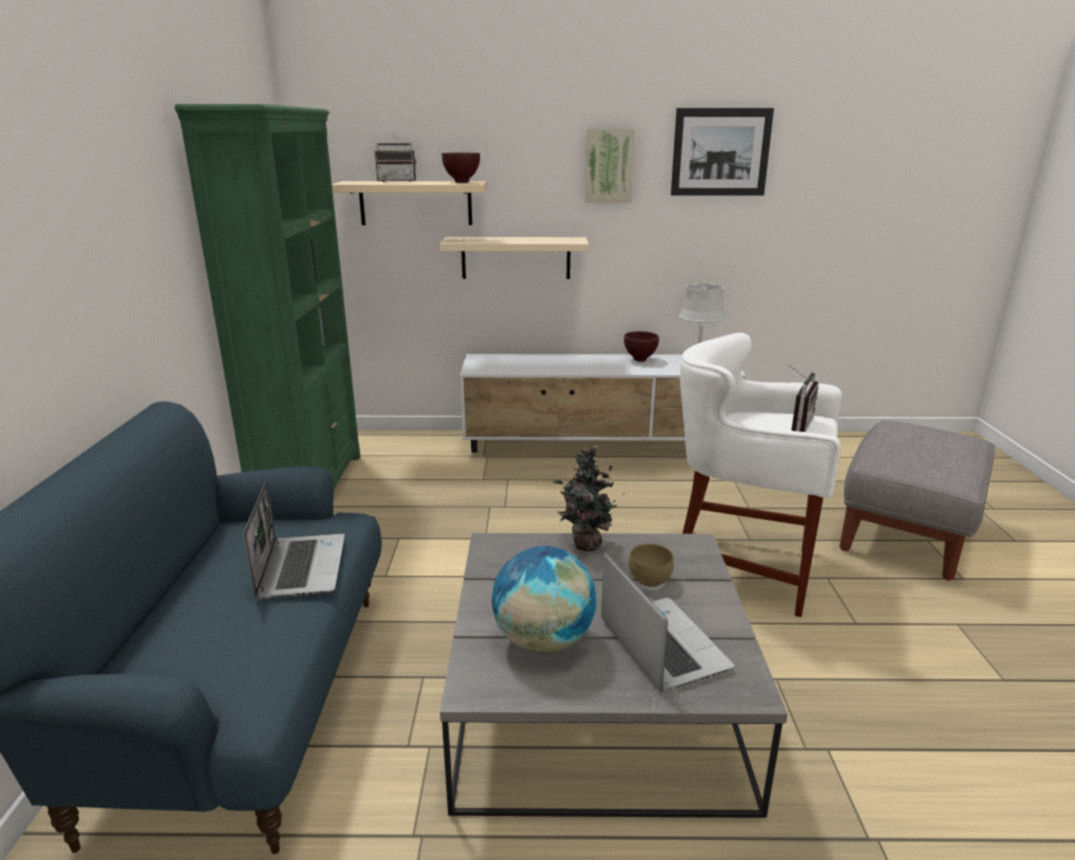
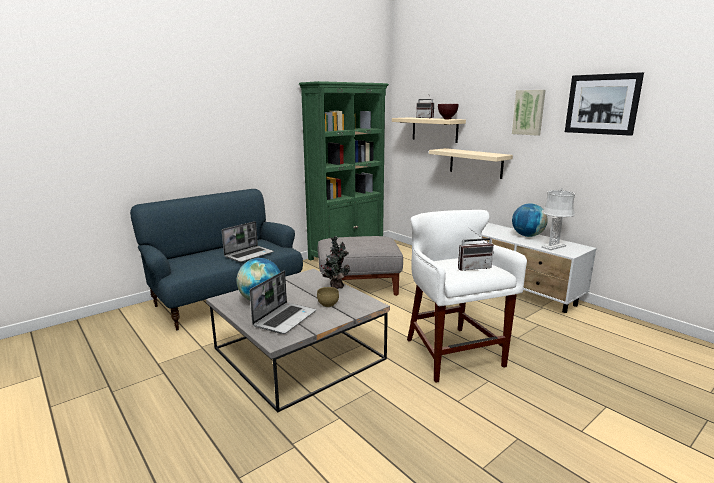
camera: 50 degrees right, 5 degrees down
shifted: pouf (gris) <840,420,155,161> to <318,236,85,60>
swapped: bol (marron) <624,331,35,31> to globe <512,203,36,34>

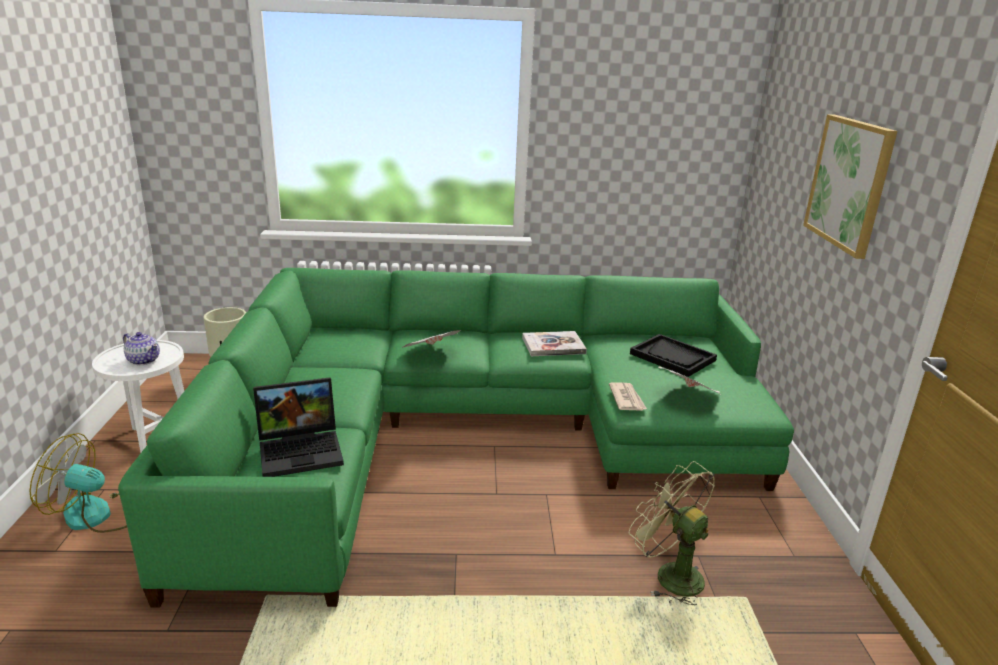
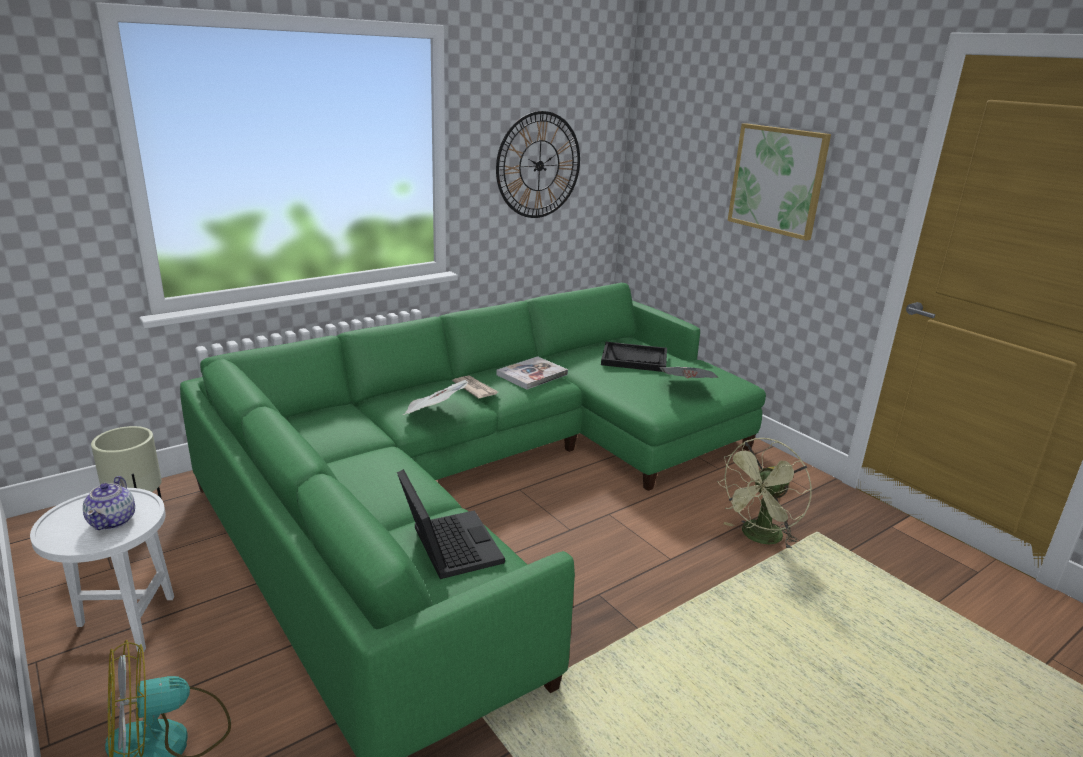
camera: 35 degrees left, 0 degrees up
new: horloge murale <496,111,84,107>
shifted: journal <609,382,38,29> to <452,375,46,23>
rotated: théière <123,332,37,33> = <83,476,52,54> 90 degrees clockwise; ordinateur portable <253,378,91,99> = <397,469,108,110> 60 degrees counterclockwise; ventilateur (vert) <629,461,86,145> = <717,438,95,111> 60 degrees counterclockwise

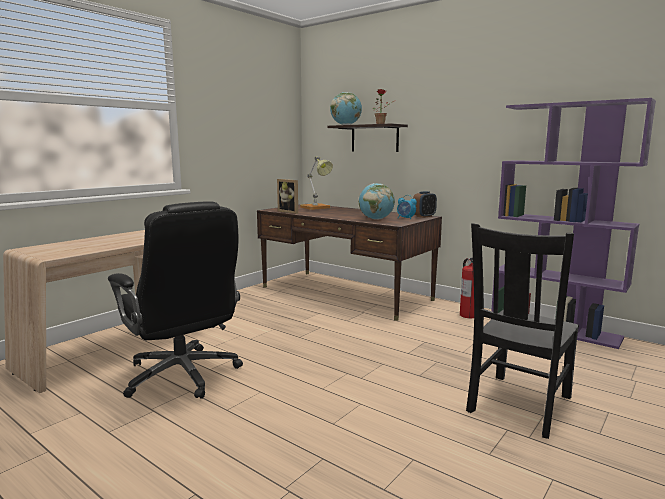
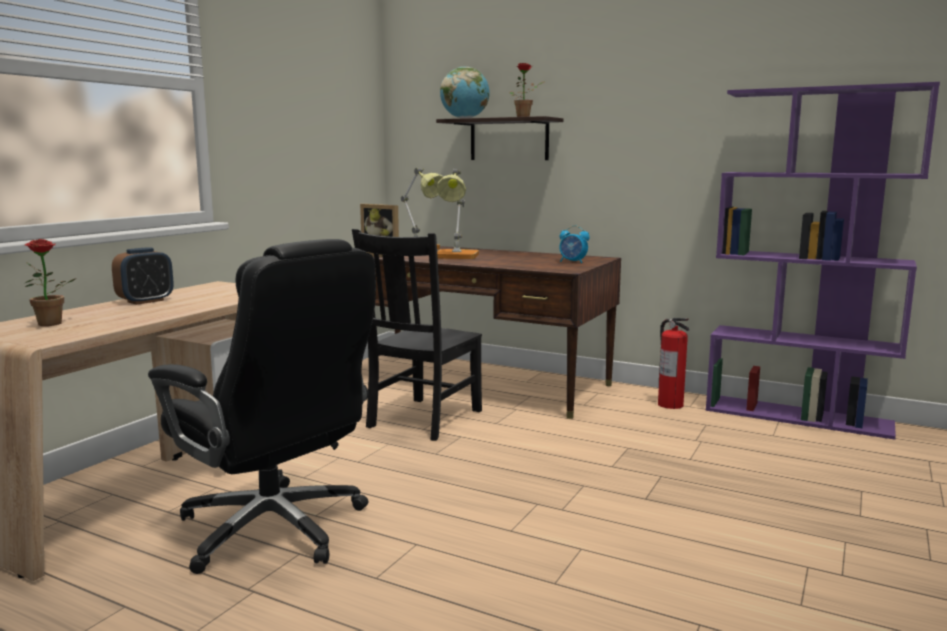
camera: 10 degrees left, 0 degrees up
gone: globe <359,183,36,37>
new: plante en pot <25,239,52,87>; lampe de table <437,169,42,90>
shifted: réveil <413,191,24,27> to <112,247,62,58>; chaise (noir) <466,223,113,216> to <352,229,130,212>

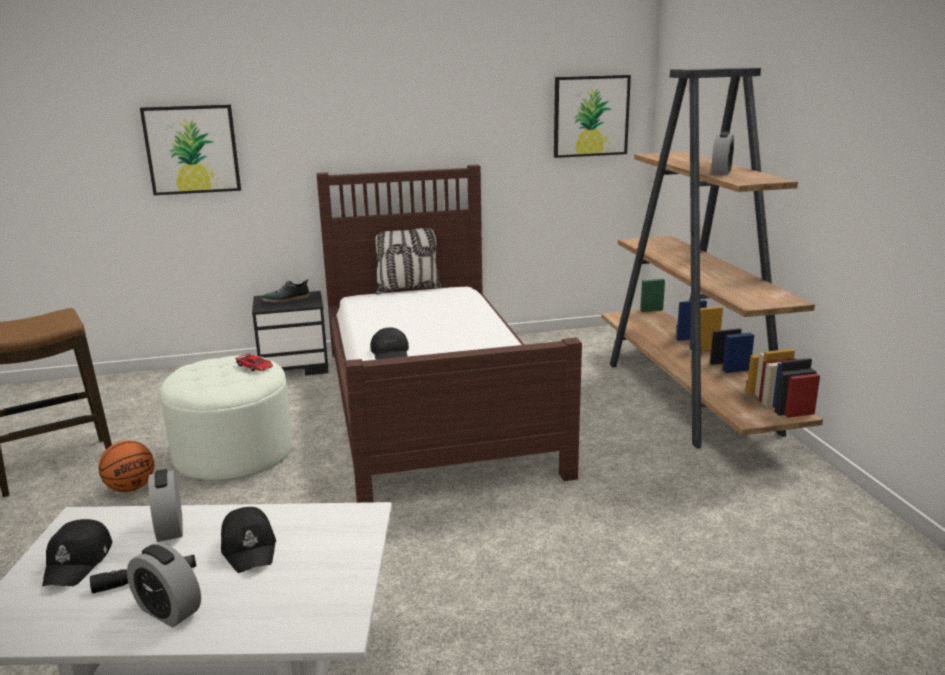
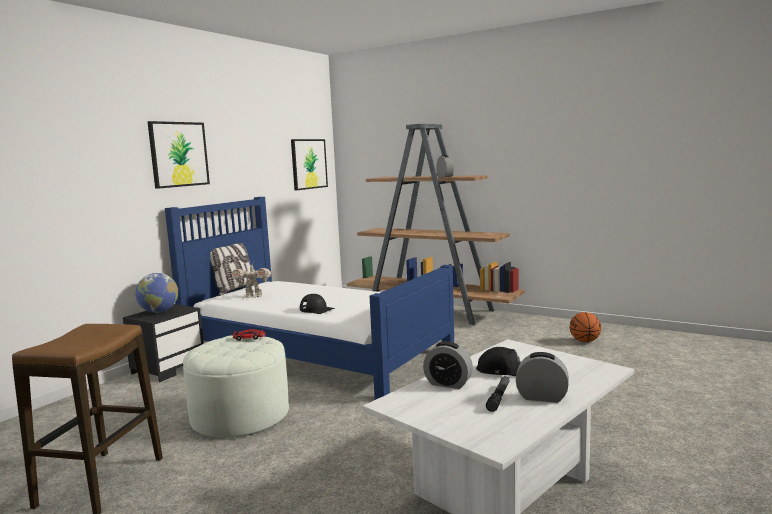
camera: 45 degrees left, 10 degrees down
gone: casquette (noir) <42,519,70,67>
new: robot jouet <232,262,40,36>
shifted: ballon de basket <98,440,56,52> to <570,312,31,30>; tableau <140,104,101,91> to <147,121,63,68>
swapped: chaussure <262,279,47,24> to globe <135,273,43,40>
repainted: lit (marron) <316,165,266,338> to lit (bleu) <165,197,289,203>
rotated: réveil <127,544,74,83> = <516,352,53,51> 150 degrees counterclockwise

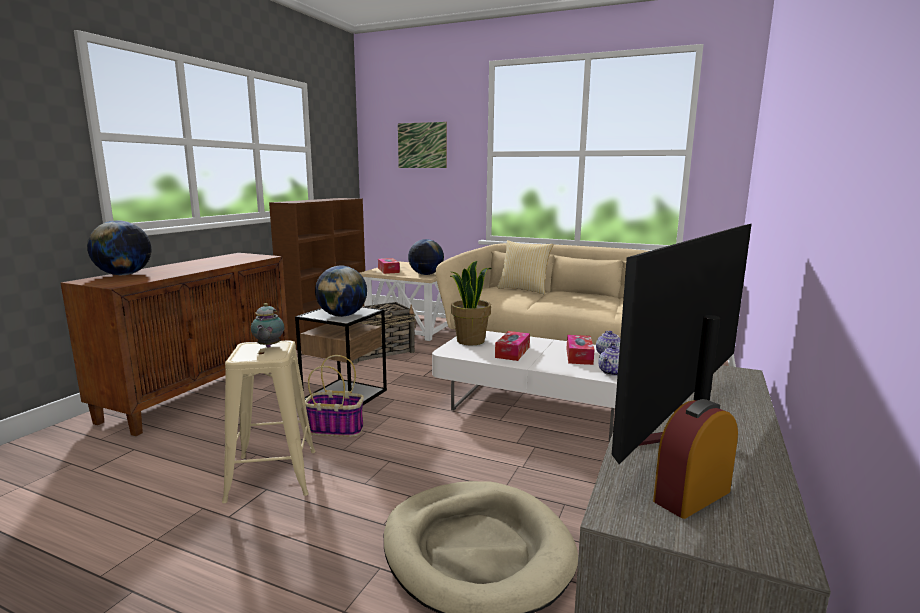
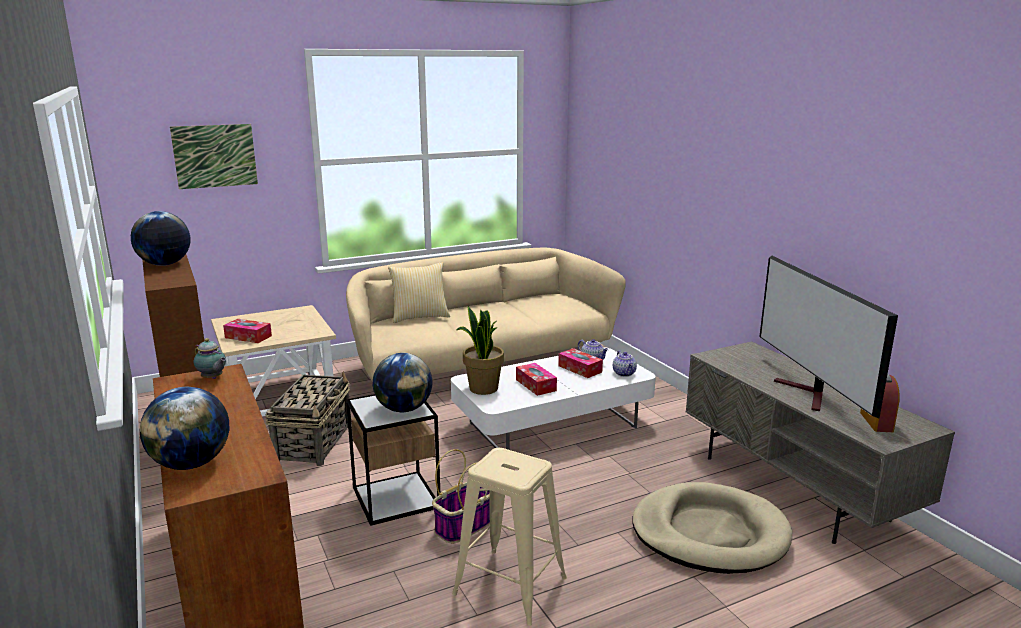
camera: 50 degrees left, 5 degrees up
shifted: théière <251,303,34,45> to <194,338,32,41>; globe <408,239,36,36> to <131,211,60,55>

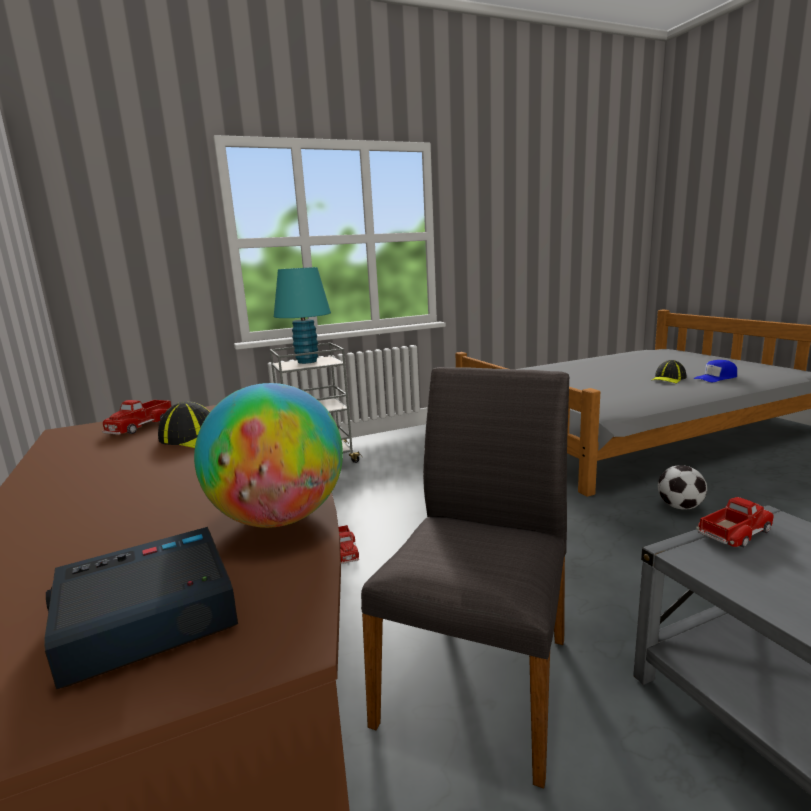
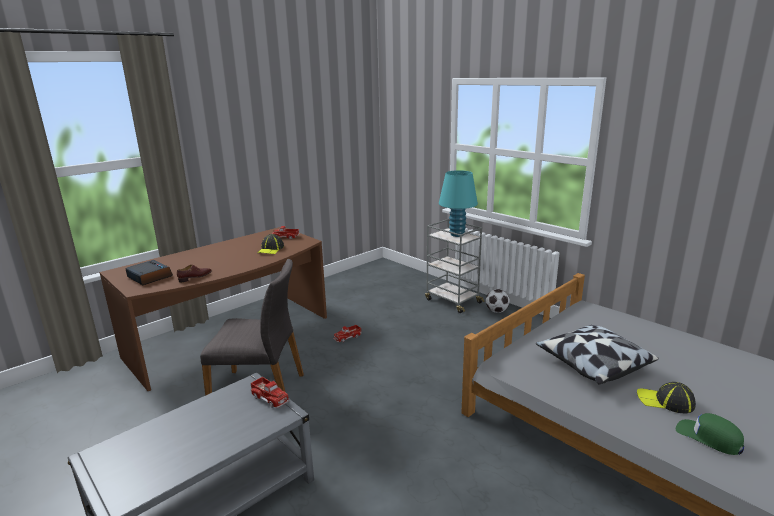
camera: 70 degrees right, 5 degrees up
new: coussin <536,325,122,59>
shifted: ballon de foot <658,465,49,44> to <486,289,24,24>
swapped: globe <194,383,149,145> to chaussure (marron) <177,264,35,18>
repainted: casquette (bleu) <694,360,43,22> to casquette (vert) <676,413,68,42>

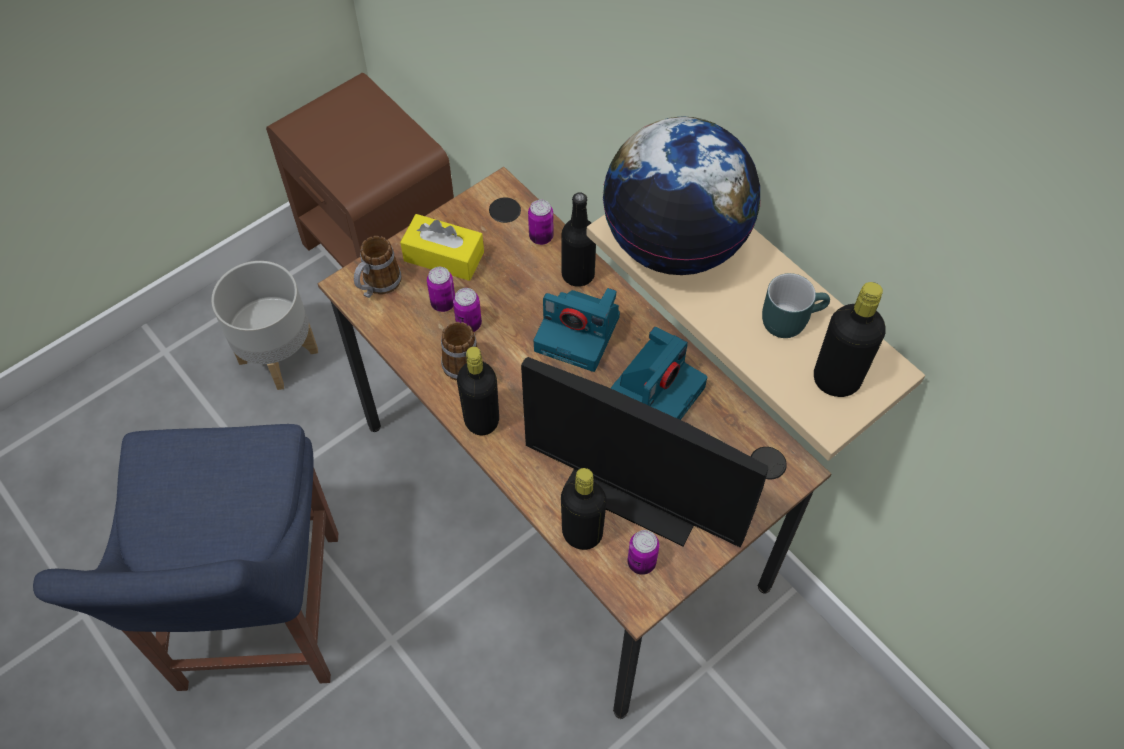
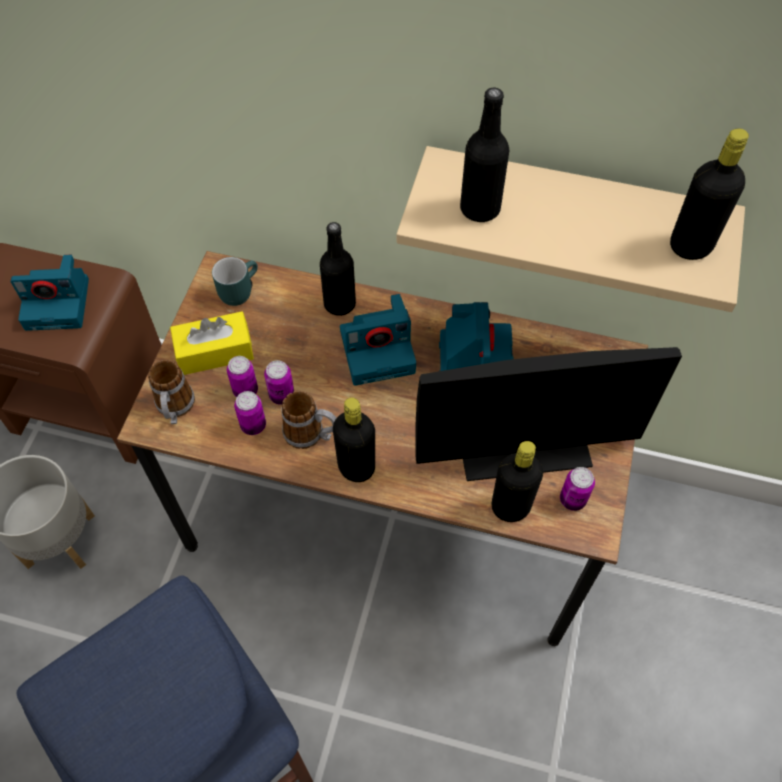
camera: 35 degrees left, 0 degrees up
new: appareil photo <11,255,78,76>
shifted: boîte métallique <528,200,25,45> to <234,391,32,44>; mug (turquoise) <762,273,68,65> to <212,257,46,49>
swapped: globe <602,116,158,159> to bouteille (noir) <460,87,49,135>

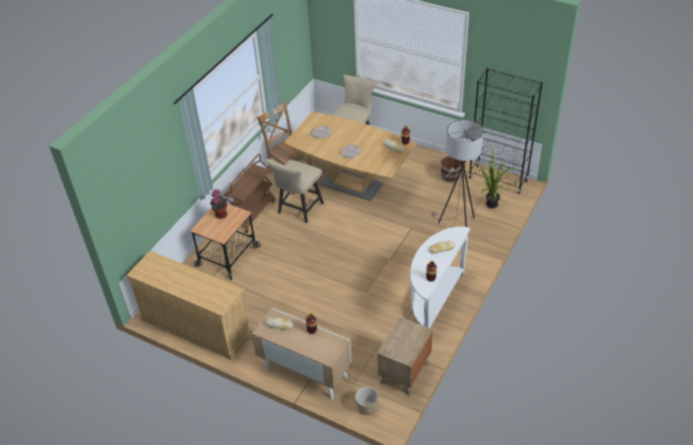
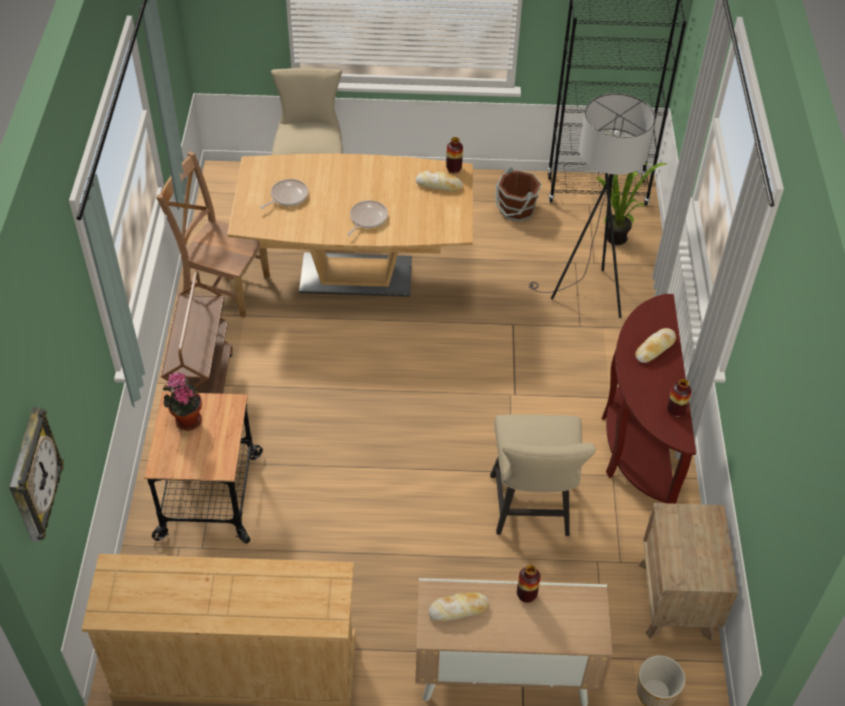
camera: 30 degrees left, 5 degrees up
new: horloge murale <9,407,55,135>
shifted: chaise (beige) <266,159,58,64> to <490,414,106,122>
repainted: table console (blanc) <410,227,60,101> to table console (marron) <602,294,94,210>

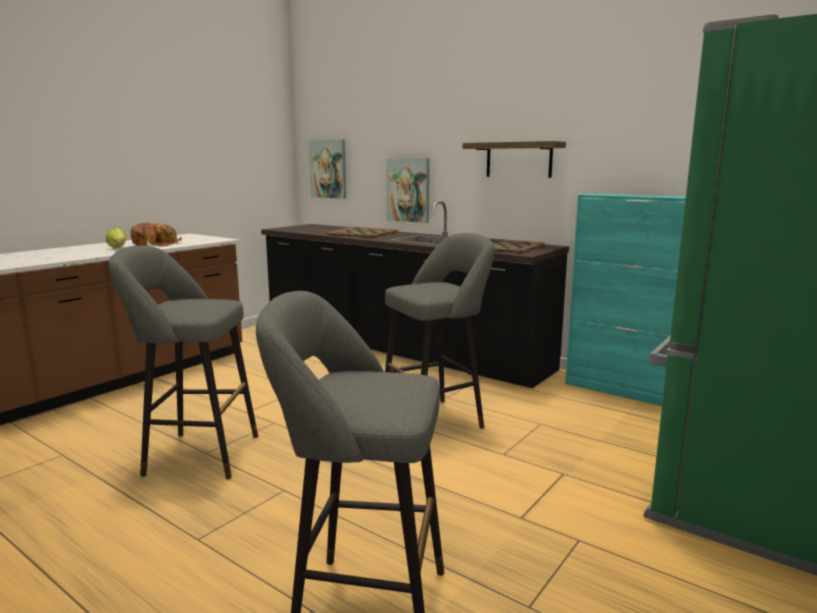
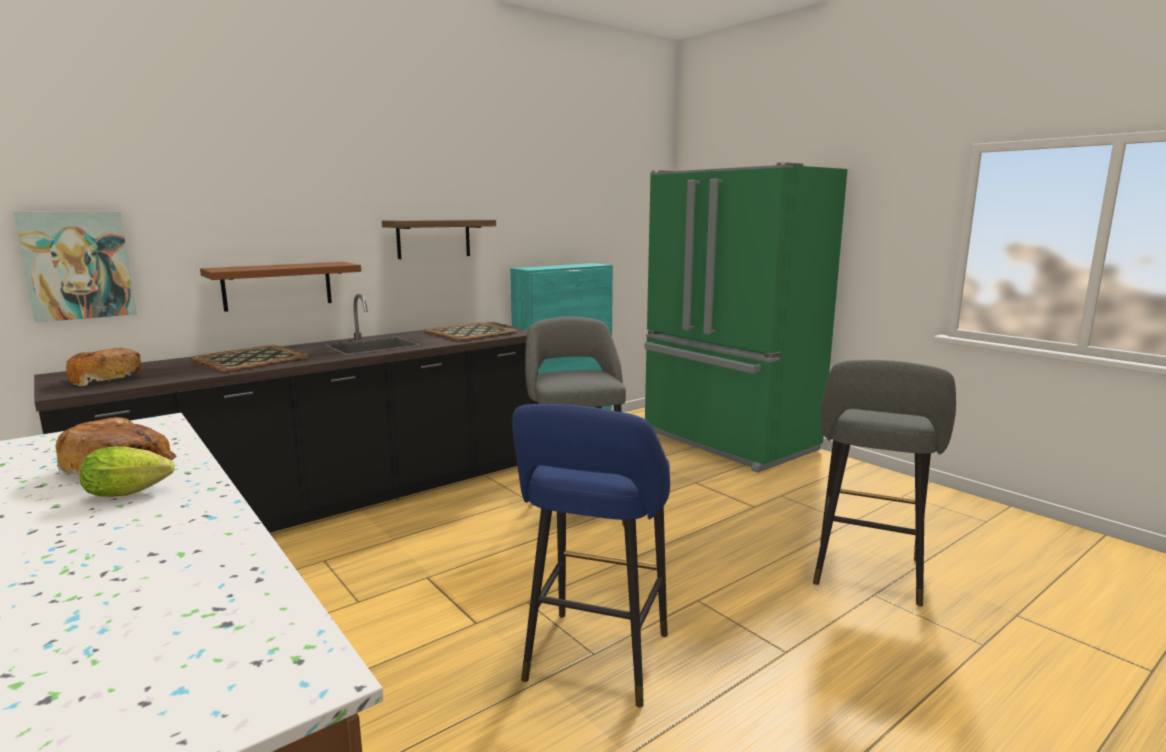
camera: 75 degrees left, 0 degrees up
new: pain <66,348,76,38>
swapped: tableau <386,158,43,65> to étagère (marron) <200,262,161,50>
repainted: tabouret (gris) <109,245,149,234> to tabouret (bleu) <512,404,158,304>

